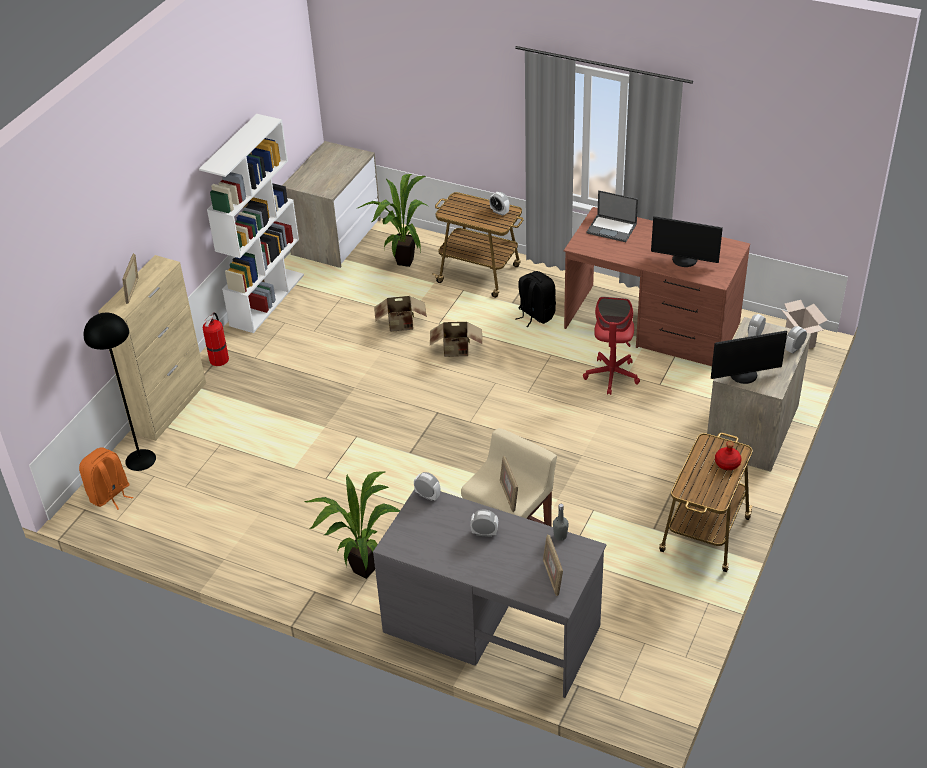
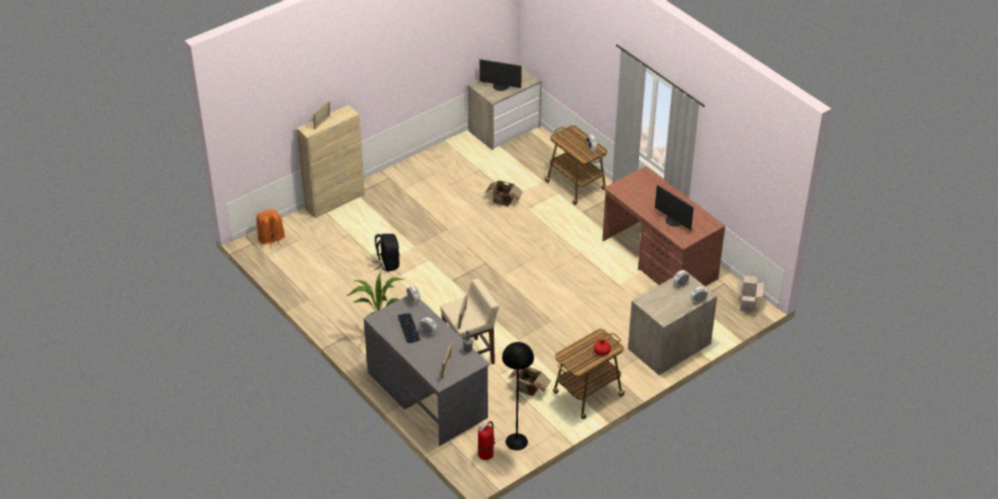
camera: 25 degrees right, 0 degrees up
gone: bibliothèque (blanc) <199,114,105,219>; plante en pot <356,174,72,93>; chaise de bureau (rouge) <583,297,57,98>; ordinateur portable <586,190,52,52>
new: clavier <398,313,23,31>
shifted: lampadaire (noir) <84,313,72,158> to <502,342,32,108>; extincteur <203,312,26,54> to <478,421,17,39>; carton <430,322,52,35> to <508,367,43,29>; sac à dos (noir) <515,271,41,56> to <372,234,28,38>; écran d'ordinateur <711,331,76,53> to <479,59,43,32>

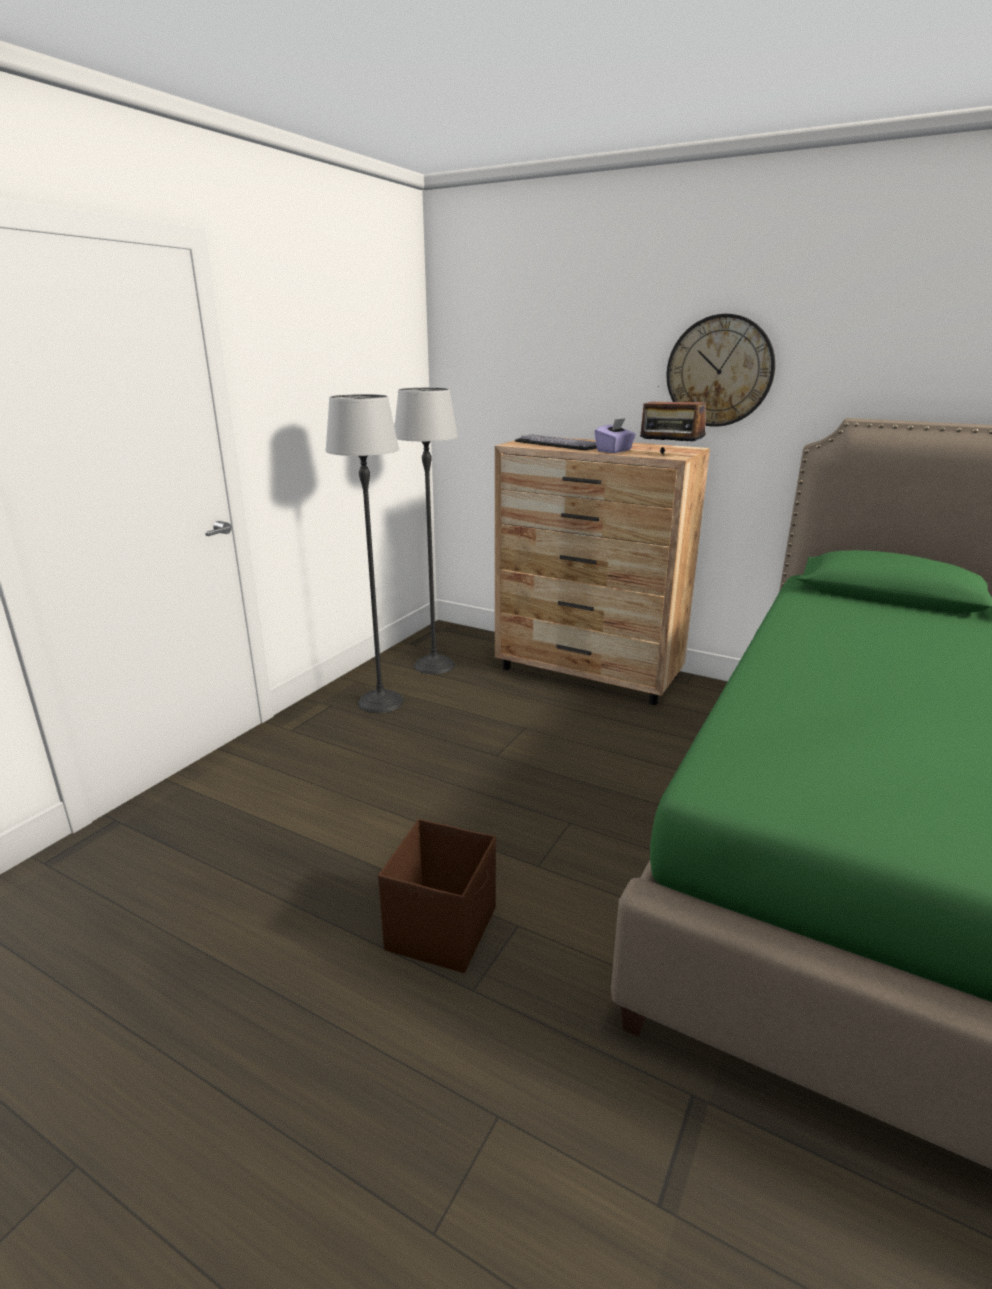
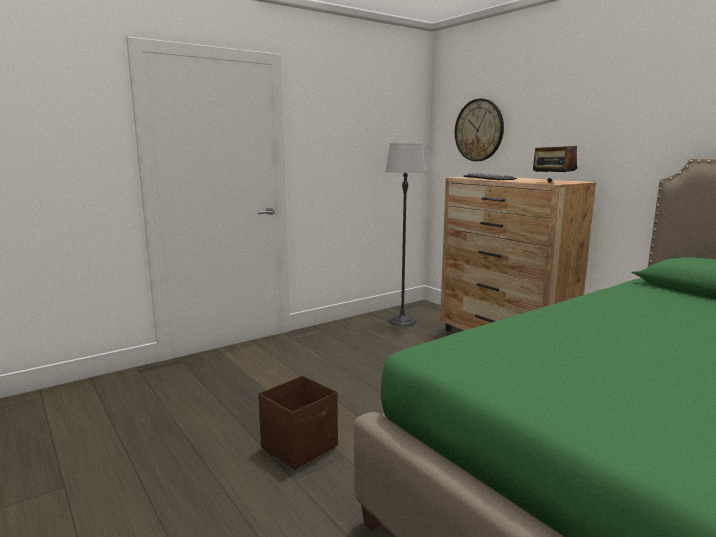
camera: 25 degrees right, 10 degrees down
gone: lampadaire <325,394,79,319>; boîte à mouchoirs (violet) <595,418,41,35>
shifted: horloge murale <667,314,108,113> to <455,99,49,62>

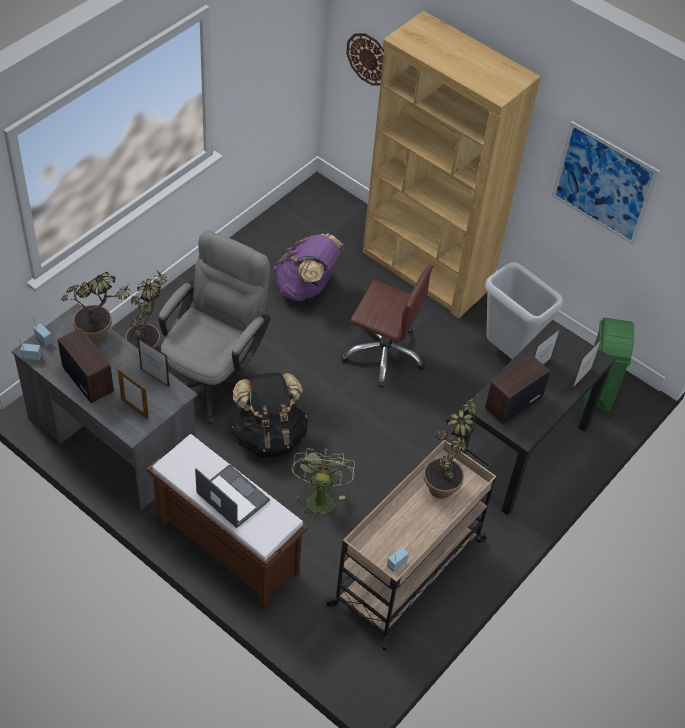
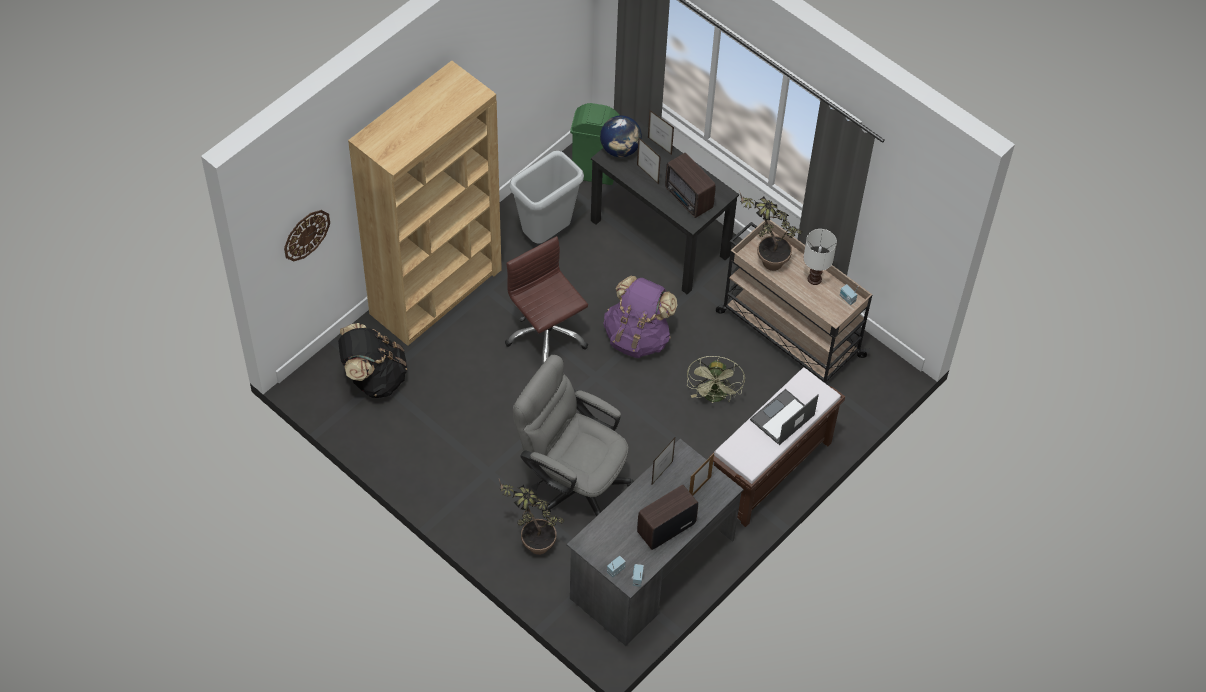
camera: 85 degrees left, 5 degrees up
gone: plante en pot <61,272,71,71>; tableau <552,121,108,124>
new: globe <600,116,42,41>; lampe de table (blanc) <803,229,34,56>
shifted: sac à dos (noir) <232,372,76,86> to <338,323,69,75>; sac à dos (violet) <273,233,71,68> to <603,276,74,82>
rotated: ventilateur (vert) <291,449,64,73> = <687,356,58,47> 90 degrees counterclockwise; chaise de bureau (marron) <342,265,91,123> = <505,236,83,128> 60 degrees counterclockwise

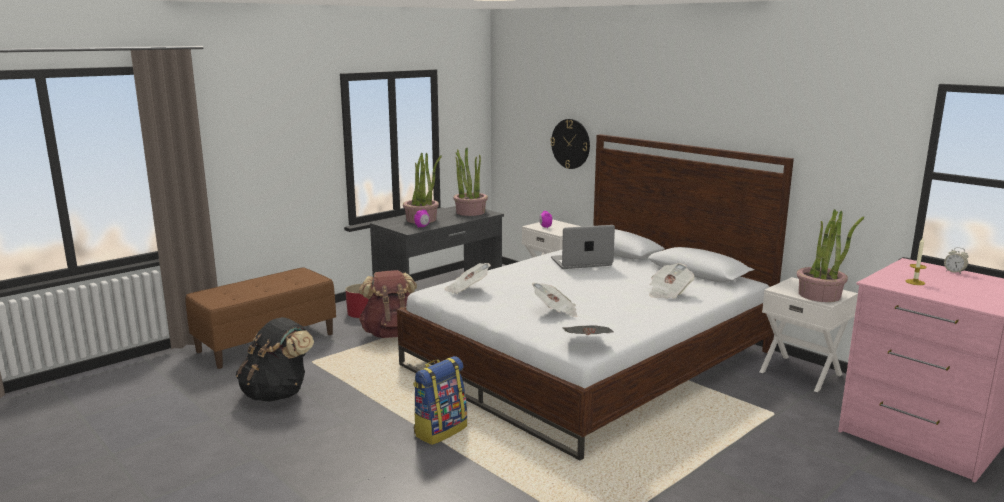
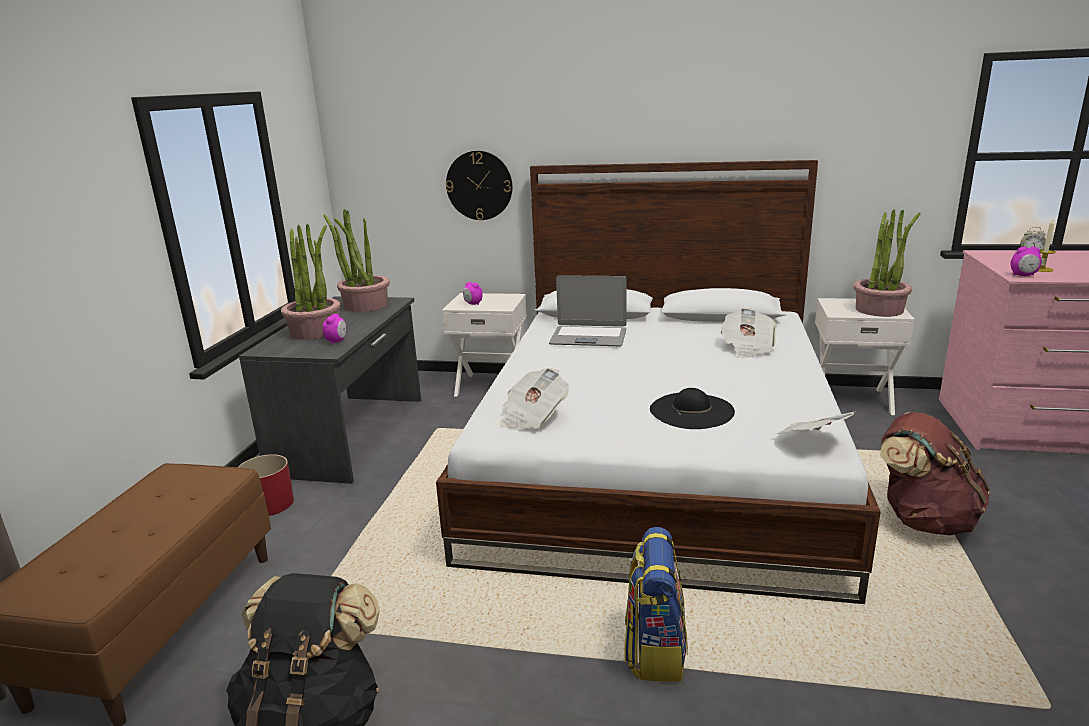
camera: 35 degrees left, 5 degrees up
new: réveil <1011,247,31,29>
shifted: sac à dos (marron) <359,270,58,68> to <880,412,110,123>
swapped: journal <532,283,45,34> to chapeau (noir) <650,388,85,41>
rotated: ordinateur portable <551,225,64,44> = <549,275,78,71> 120 degrees counterclockwise

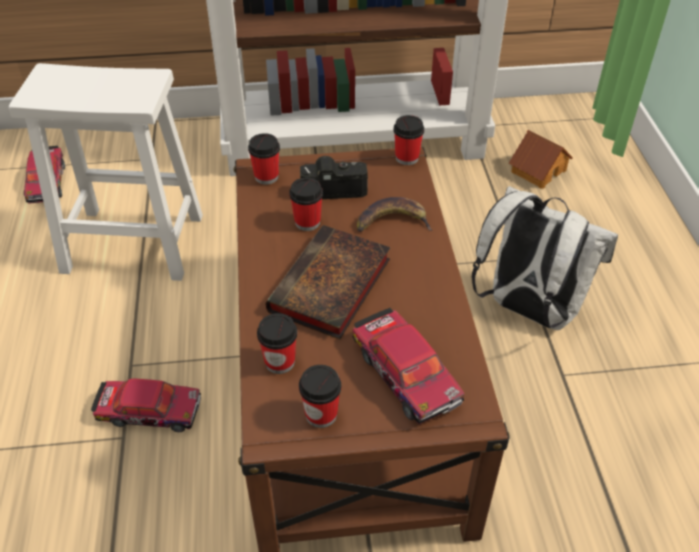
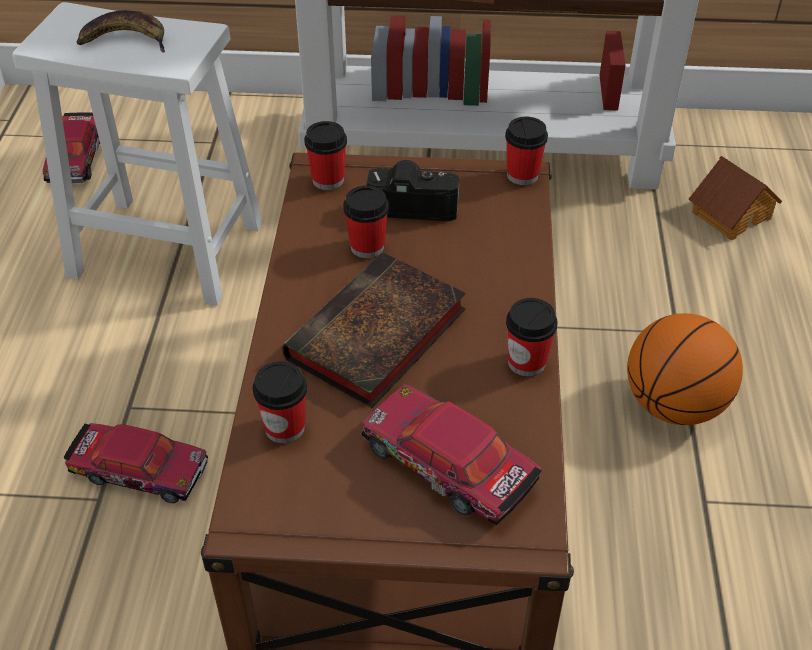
camera: 10 degrees right, 0 degrees up
shifted: tasse <299,365,42,63> to <506,298,51,79>; banane <357,197,75,35> to <76,10,89,43>
swapped: sac à dos (blanc) <472,186,146,144> to ballon de basket <627,313,116,112>
rotated: petite voiture <353,308,111,116> = <362,384,180,141> 150 degrees clockwise

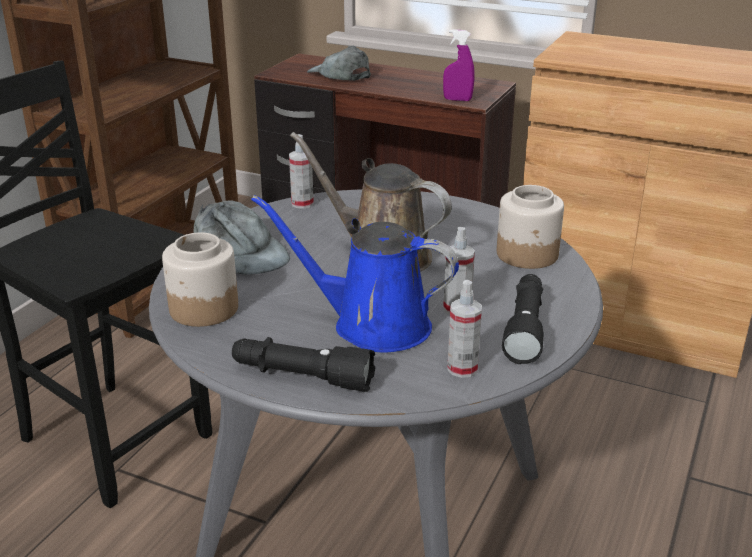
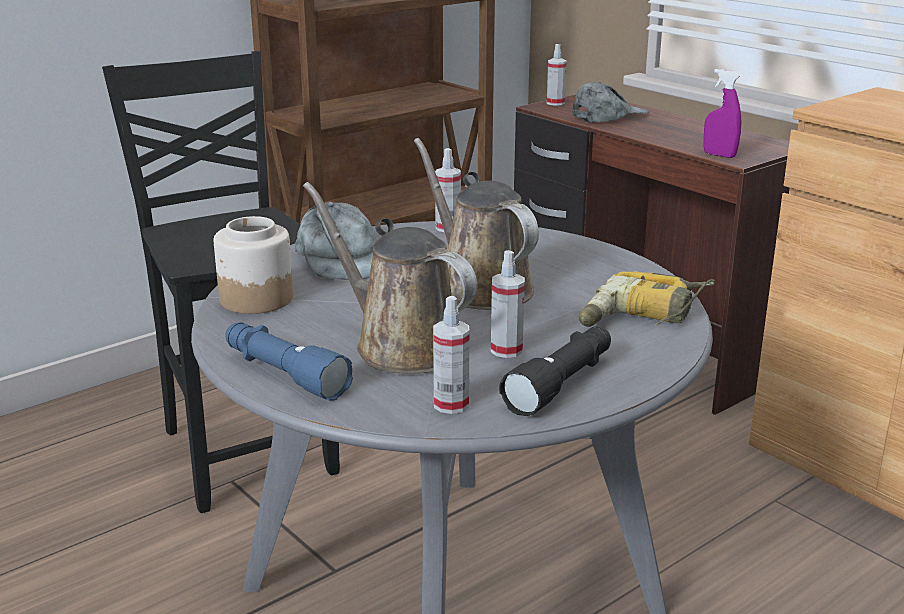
camera: 25 degrees right, 5 degrees down
new: vaporisateur <547,44,20,62>
swapped: bocal <497,185,67,84> to perceuse <579,271,137,56>
repainted: lampe de poche (noir) <232,337,143,55> to lampe de poche (bleu) <225,322,128,79>; arrosoir (bleu) <251,195,208,158> to arrosoir (marron) <303,182,175,192>
rotated: casquette (gris) <307,46,64,35> = <572,82,77,41> 75 degrees clockwise

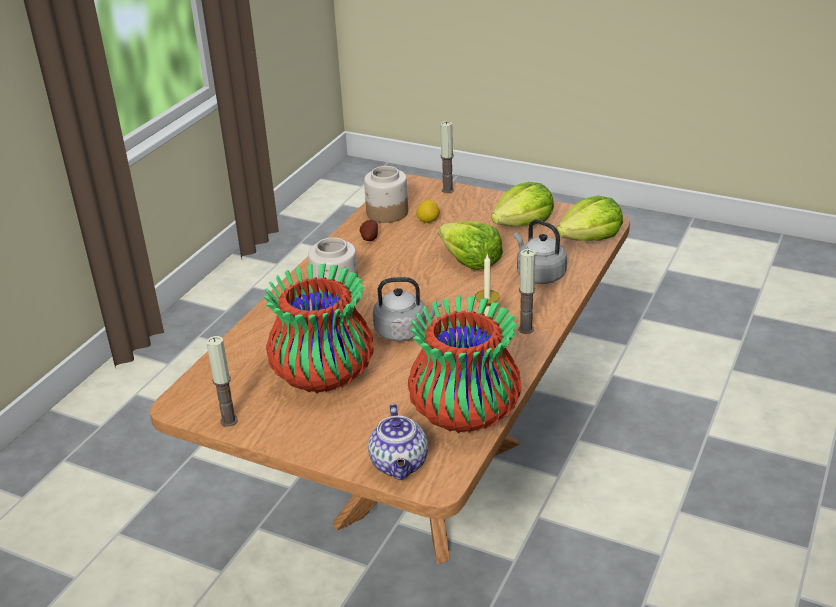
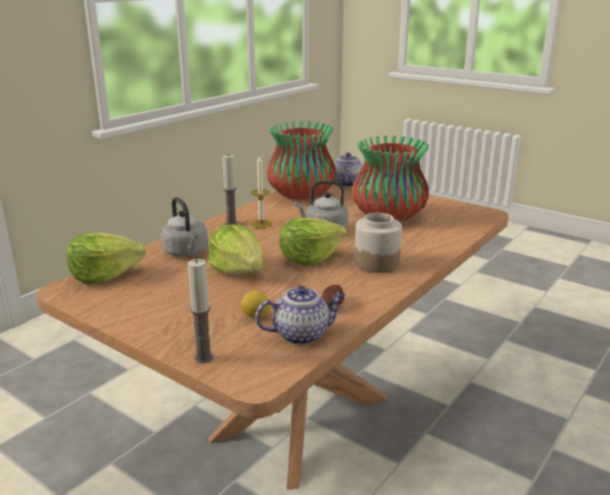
camera: 170 degrees left, 10 degrees down
gone: bougie <206,336,32,91>
shifted: laitue <491,182,63,45> to <279,218,68,48>
swapped: bocal <364,166,44,57> to théière <255,286,91,59>

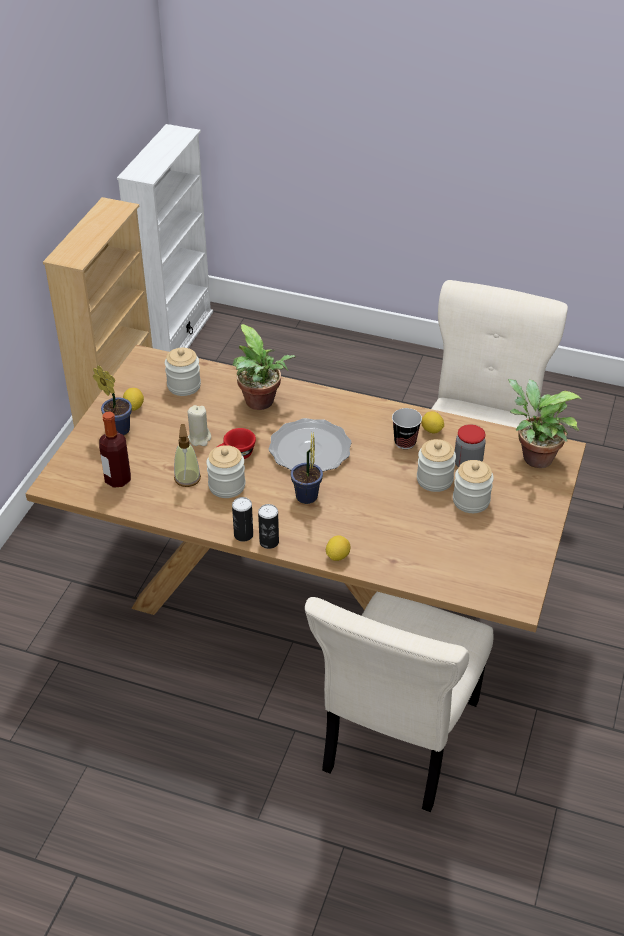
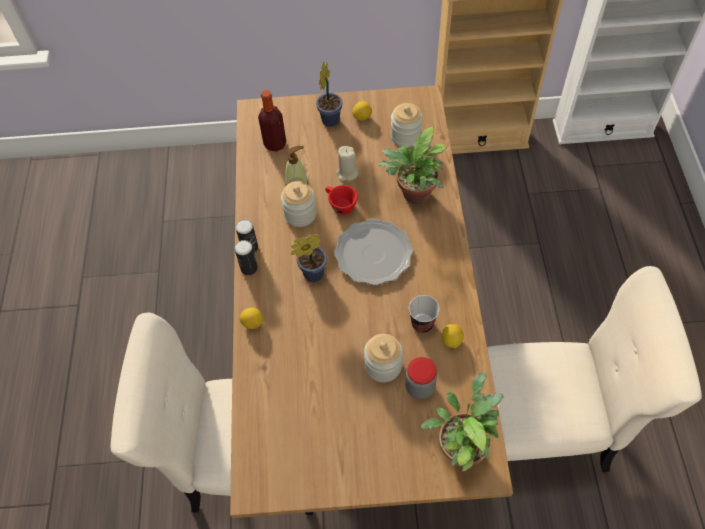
camera: 70 degrees right, 15 degrees up
gone: bocal <453,460,41,53>

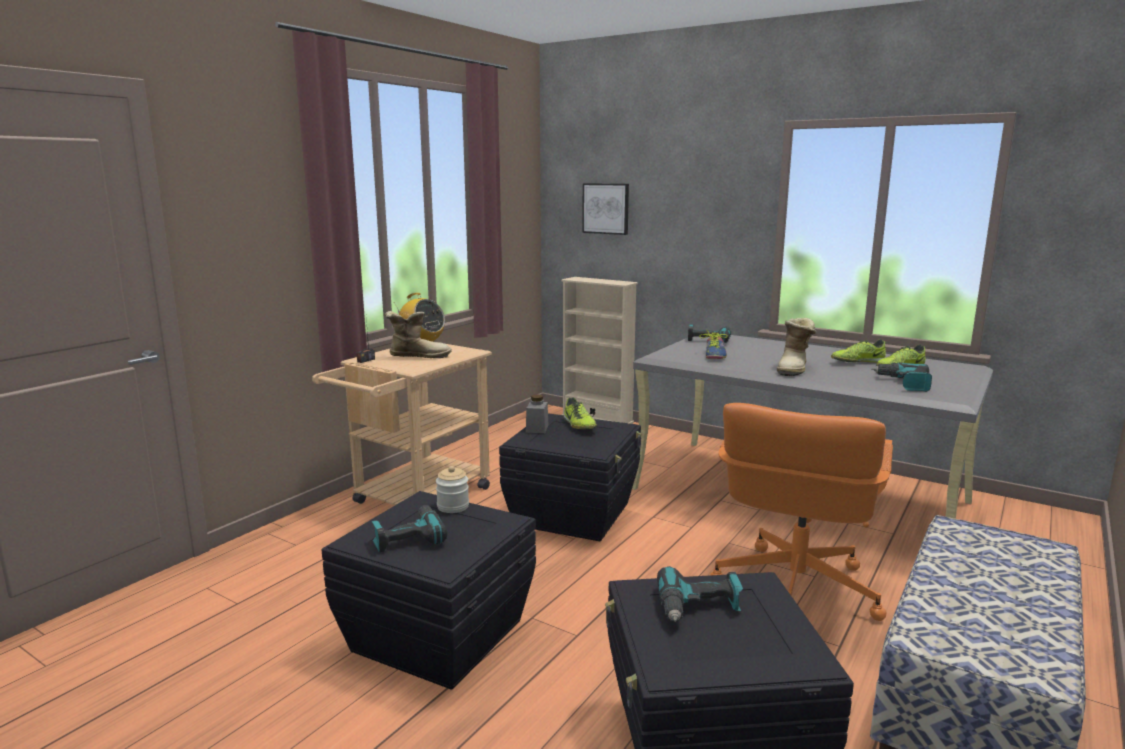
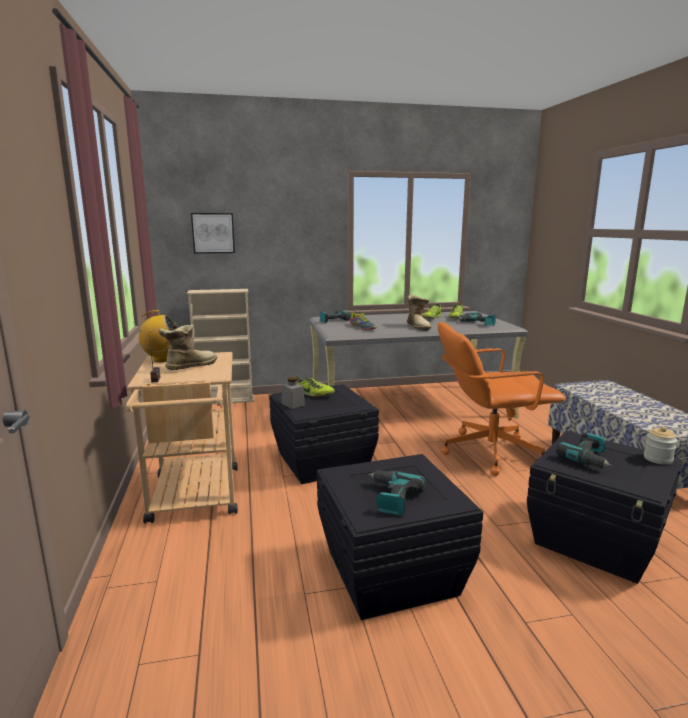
camera: 45 degrees left, 0 degrees up
shifted: bocal <436,466,33,47> to <644,427,33,38>
rotated: chaise de bureau (orange) <710,403,183,218> = <437,322,129,154> 105 degrees clockwise

